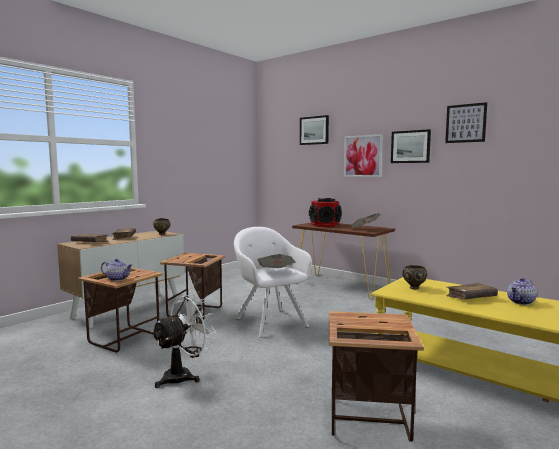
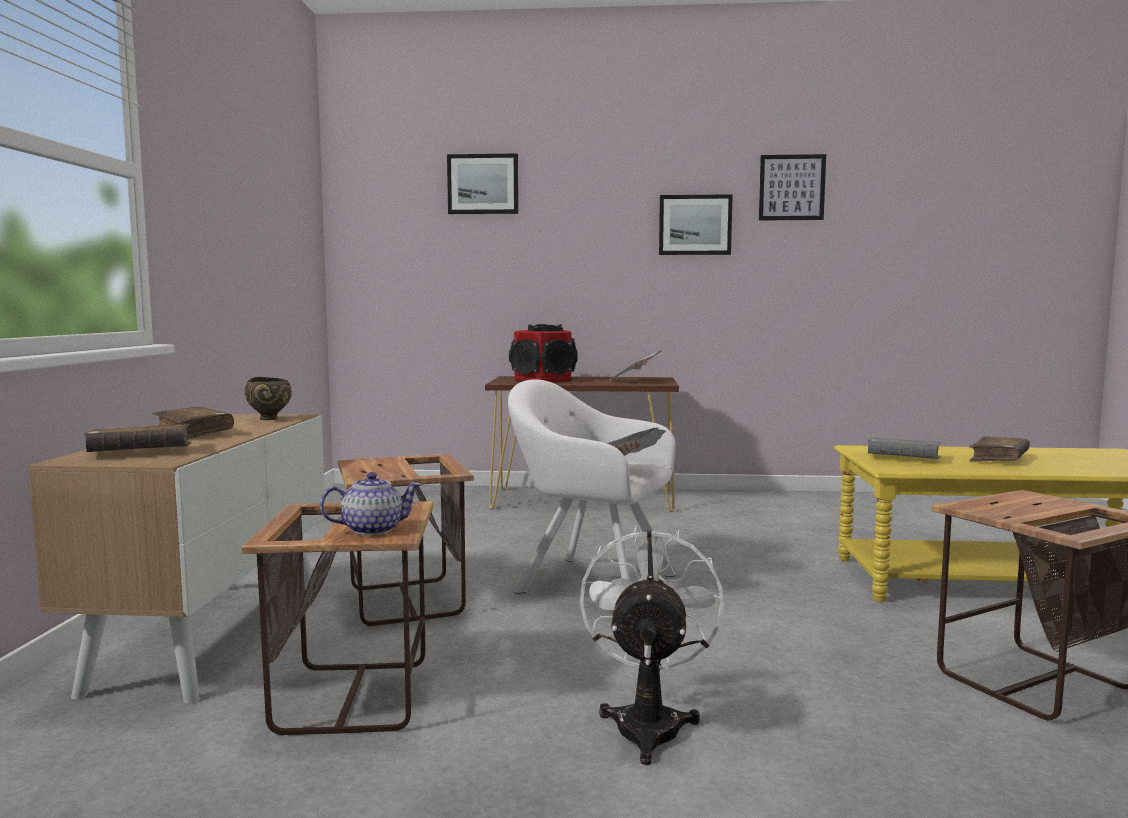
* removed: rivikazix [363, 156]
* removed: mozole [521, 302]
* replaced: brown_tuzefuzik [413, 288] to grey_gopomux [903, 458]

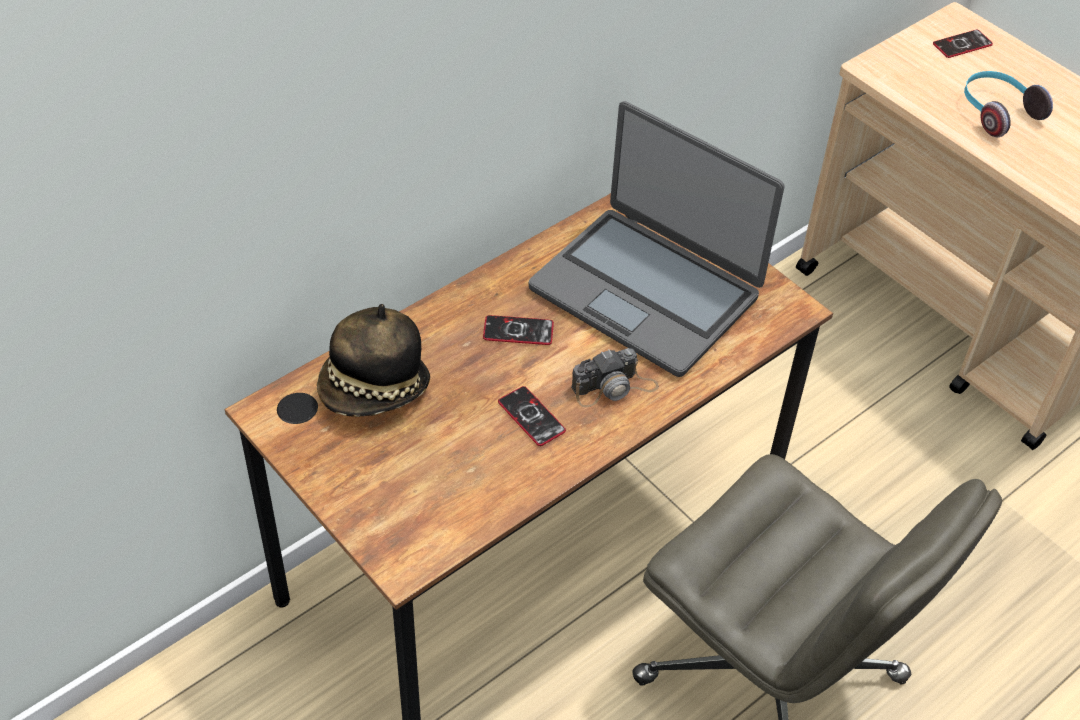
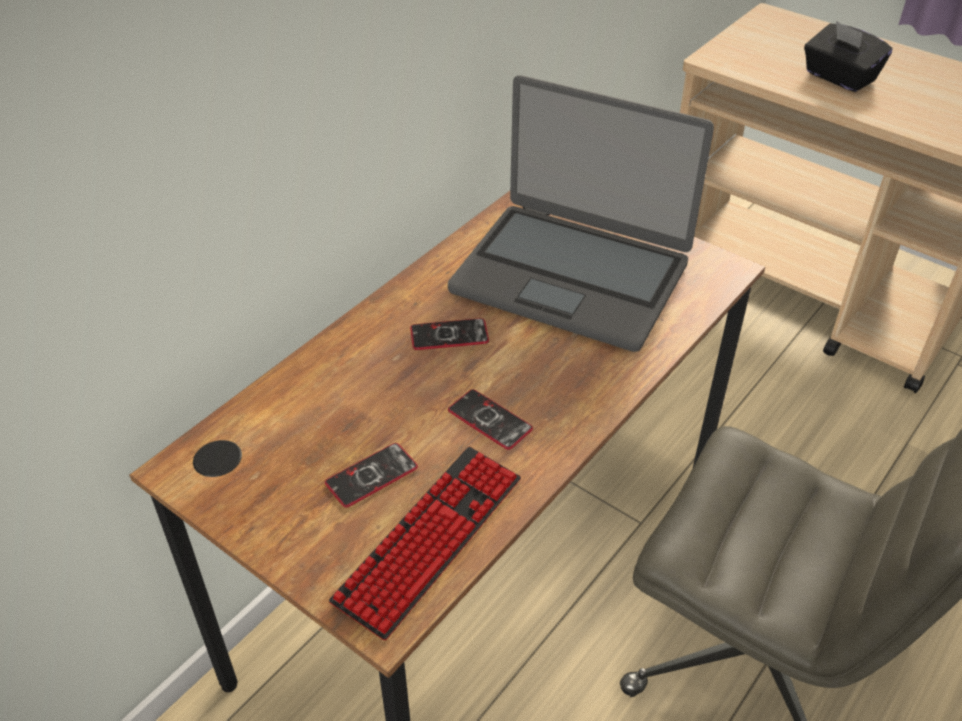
* removed: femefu [374, 389]
* removed: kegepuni [614, 387]
* added: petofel [430, 539]
* moved: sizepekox [962, 45] to [371, 476]
* replaced: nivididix [996, 112] to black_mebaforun [839, 77]

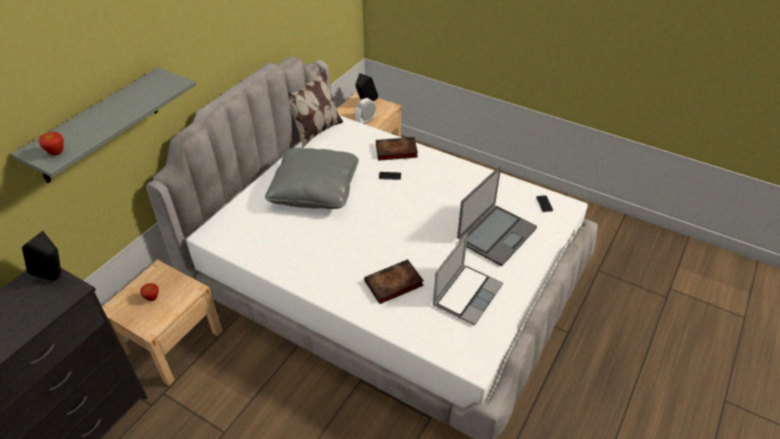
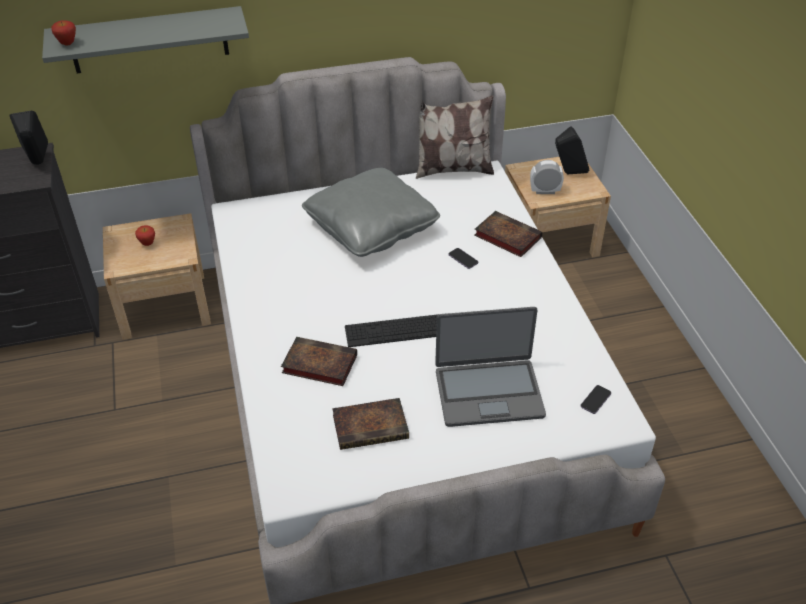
* added: petofel [397, 330]
* replaced: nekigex [467, 294] to gopomux [372, 426]

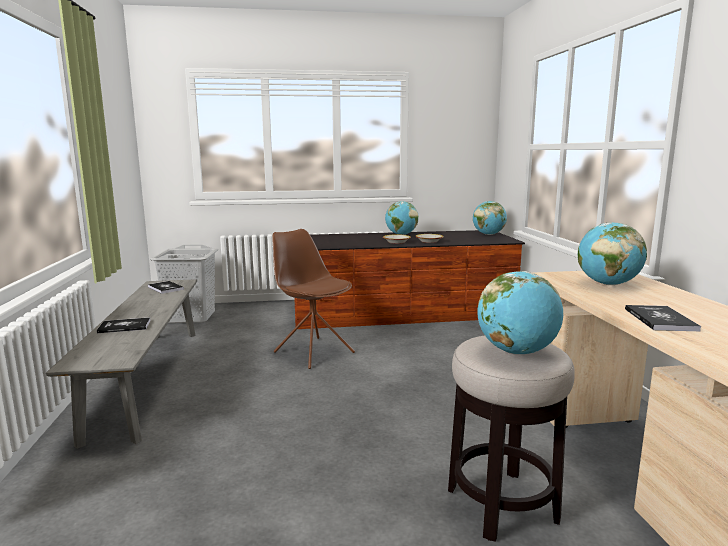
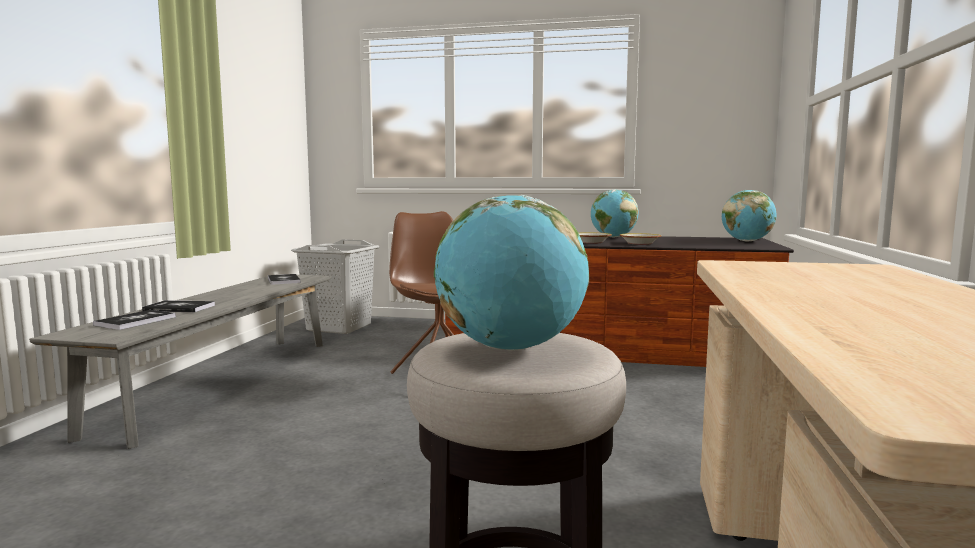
* removed: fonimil [607, 284]
* moved: gopomux [660, 319] to [135, 321]

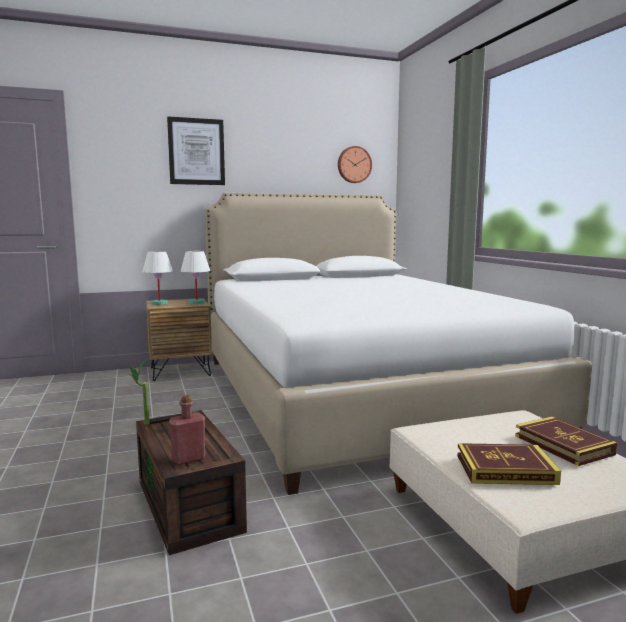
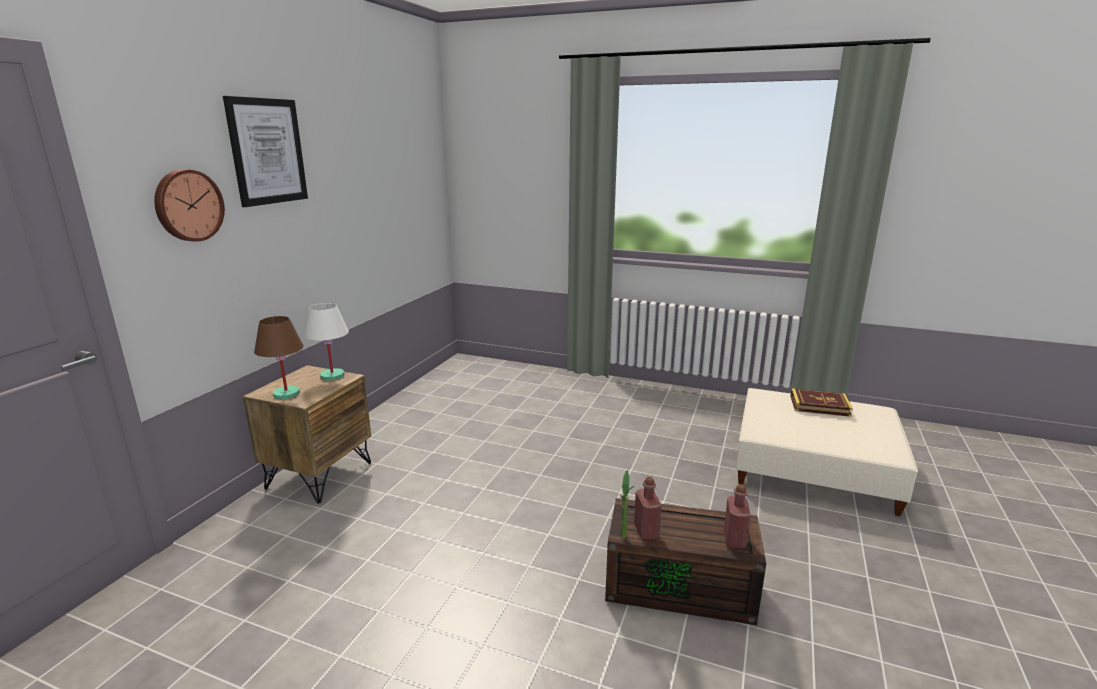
* removed: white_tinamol [354, 395]
* removed: gopomux [505, 469]
* added: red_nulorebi [646, 531]
* moved: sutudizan [354, 164] to [188, 205]
* recoloured: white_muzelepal [159, 303] to brown_muzelepal [287, 394]

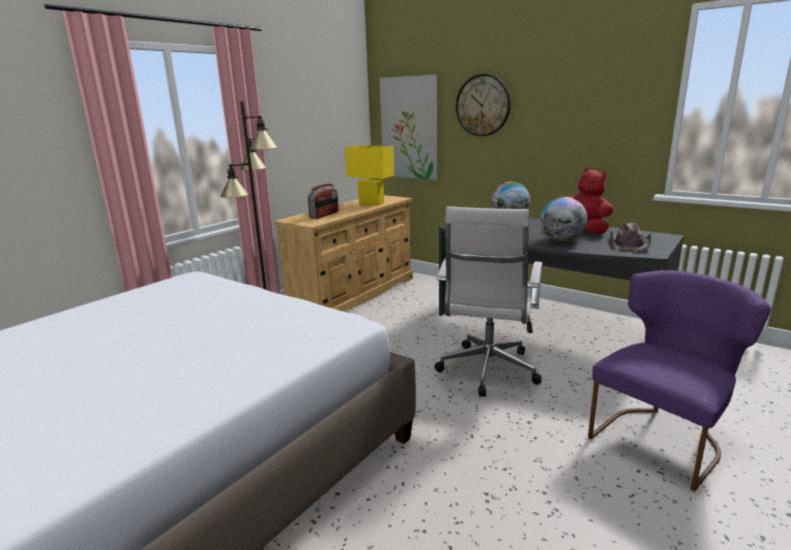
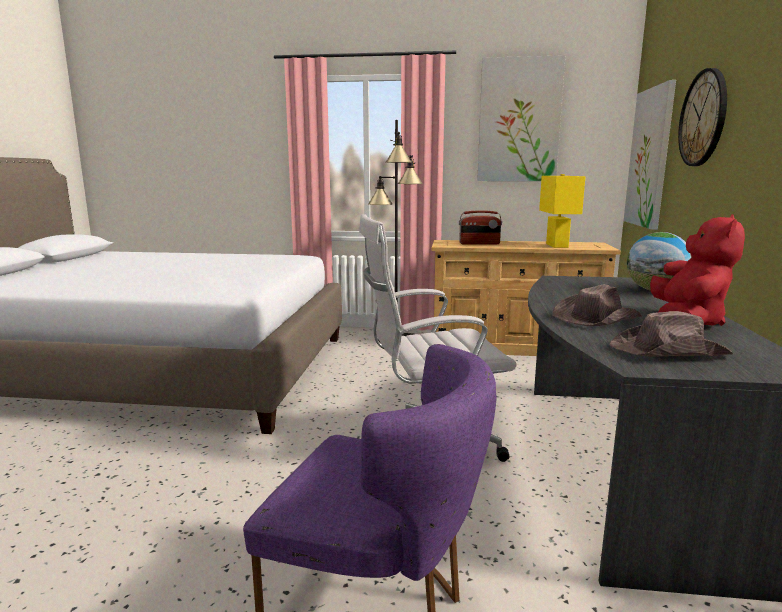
* added: rivikazix [519, 120]
* replaced: fonimil [561, 240] to brown_femefu [595, 318]

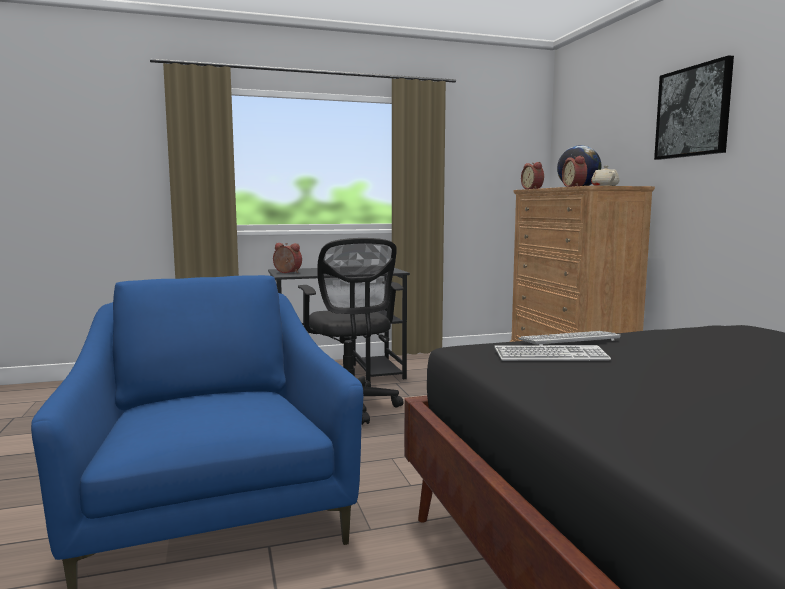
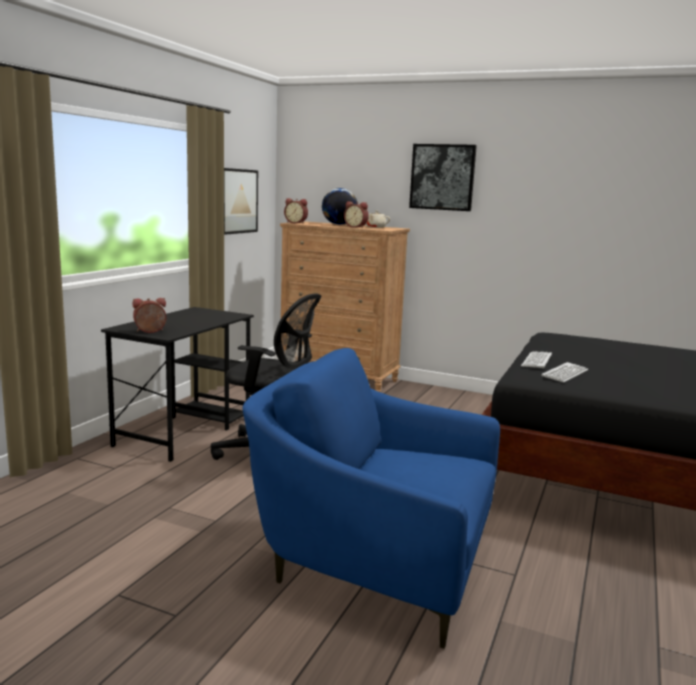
* added: rivikazix [238, 201]

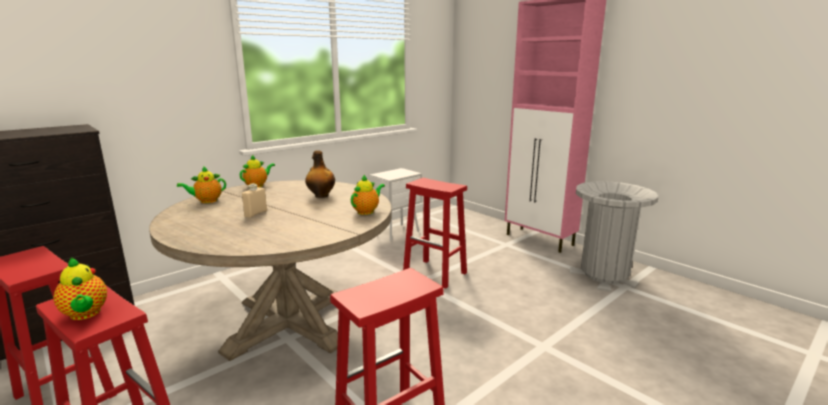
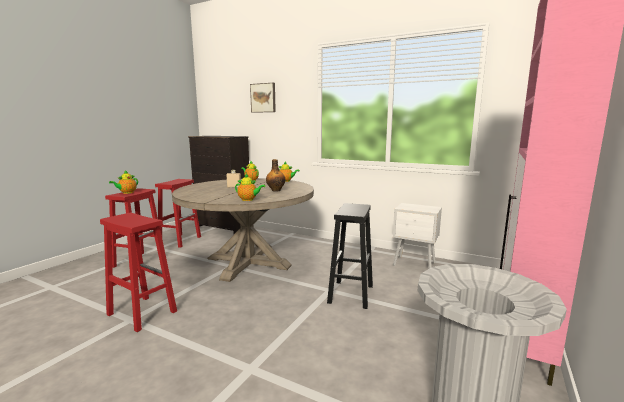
* added: rivikazix [263, 98]
* recoloured: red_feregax [436, 273] to black_feregax [351, 294]

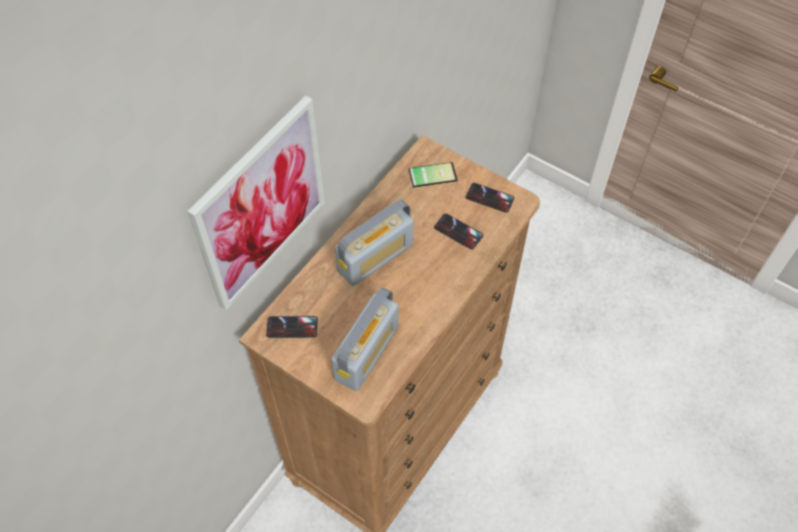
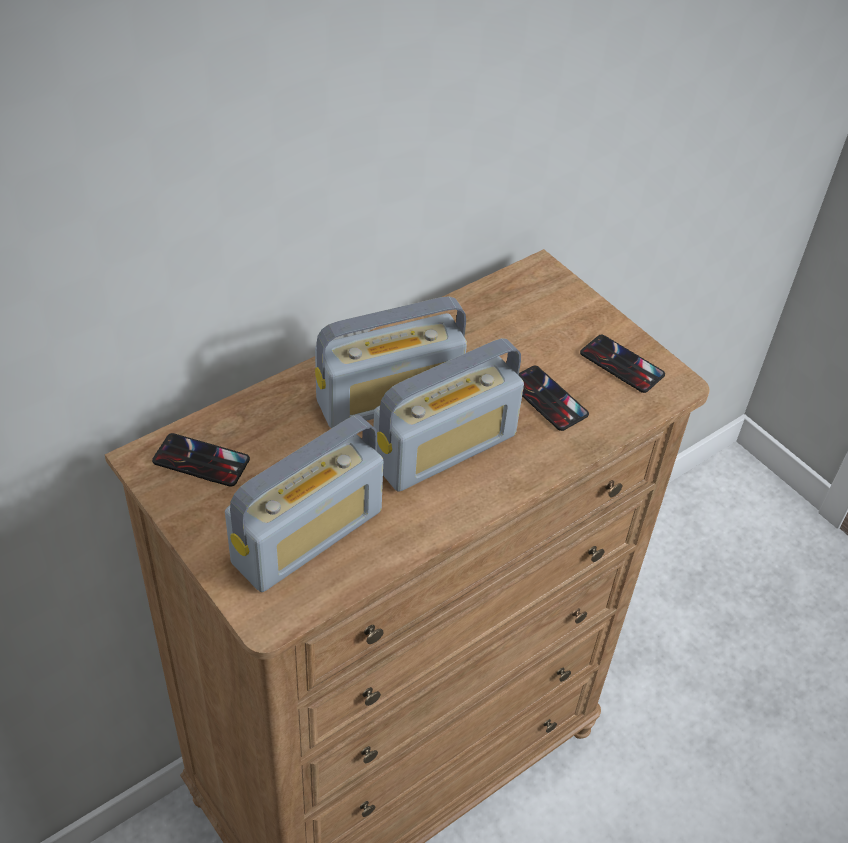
* removed: rivikazix [261, 204]
* removed: sizepekox [432, 173]
* added: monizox [445, 449]

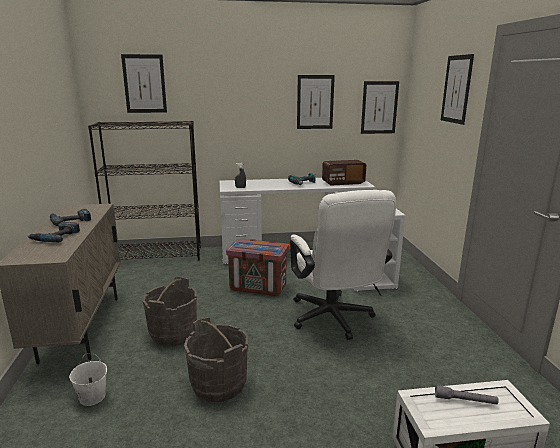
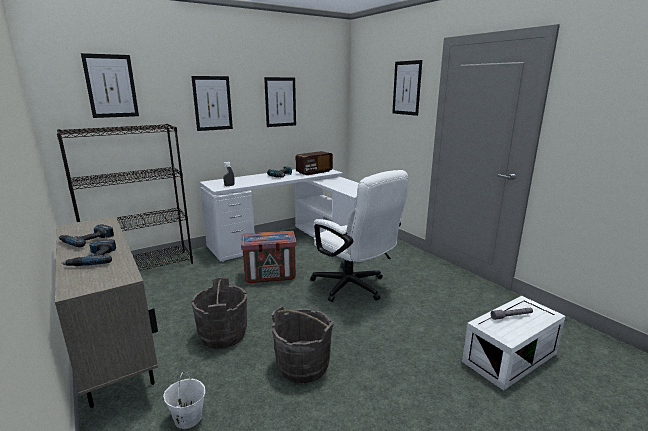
* moved: rivikazix [379, 107] to [212, 103]

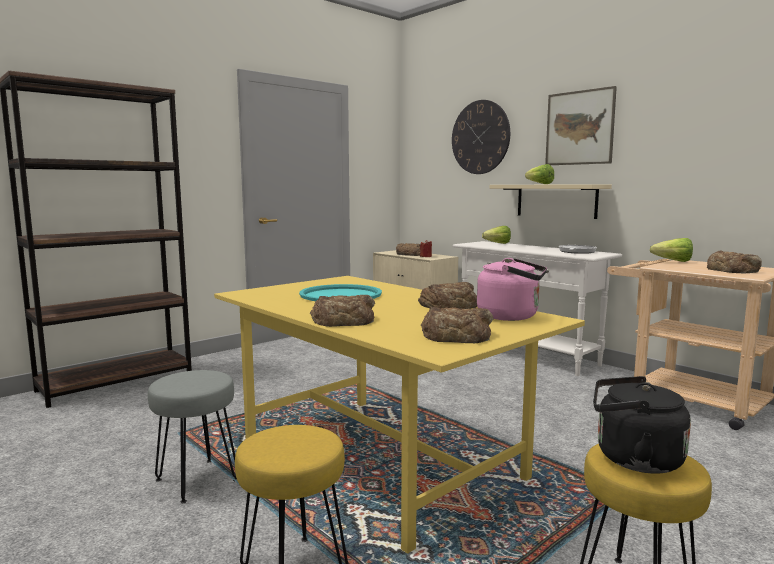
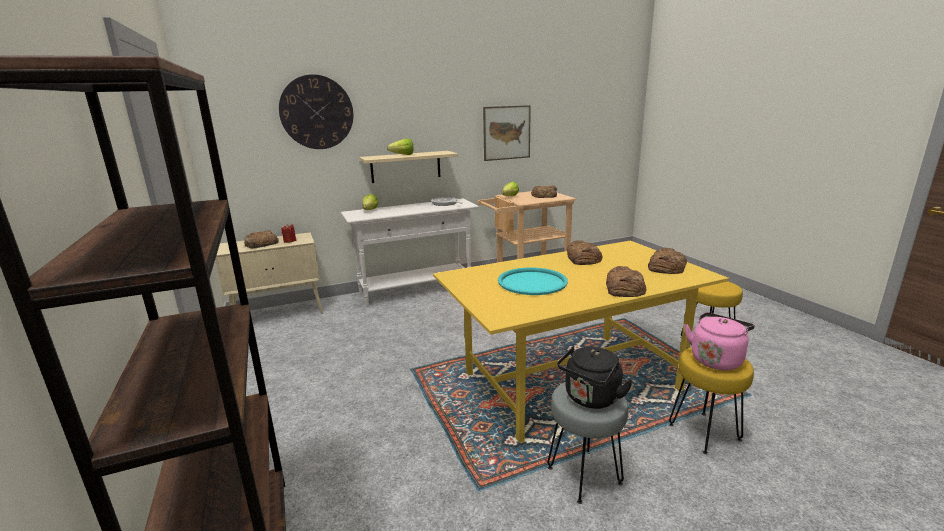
* moved: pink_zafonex [511, 316] to [716, 359]
* moved: rivikazix [579, 128] to [507, 133]
* moved: black_zafonex [632, 459] to [590, 399]

